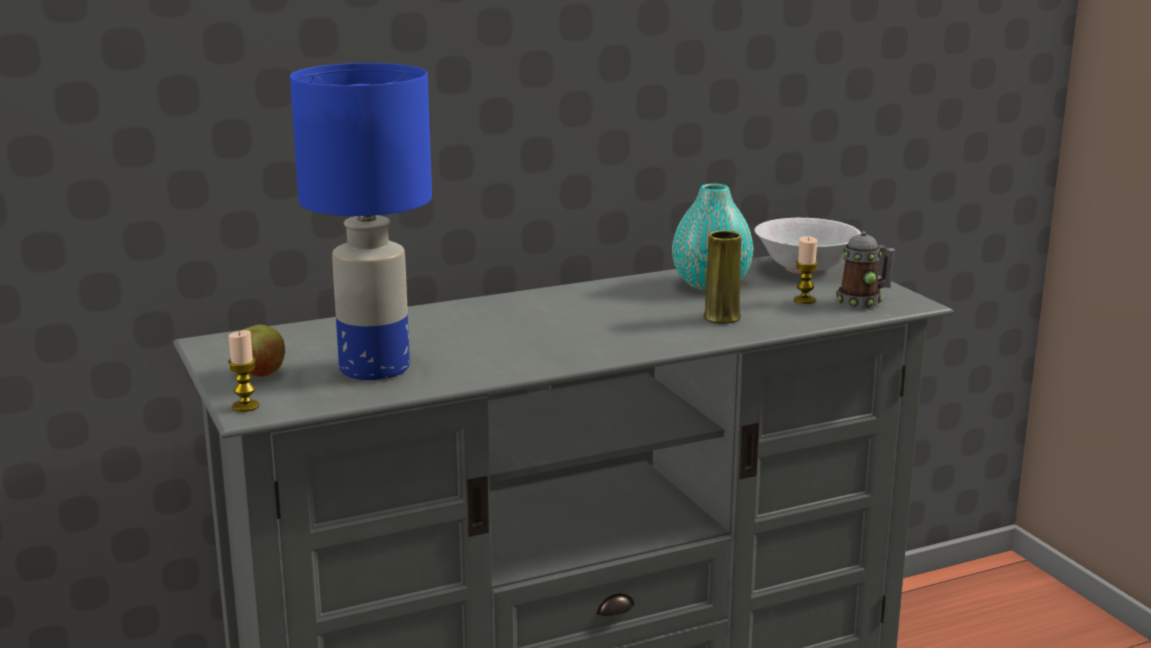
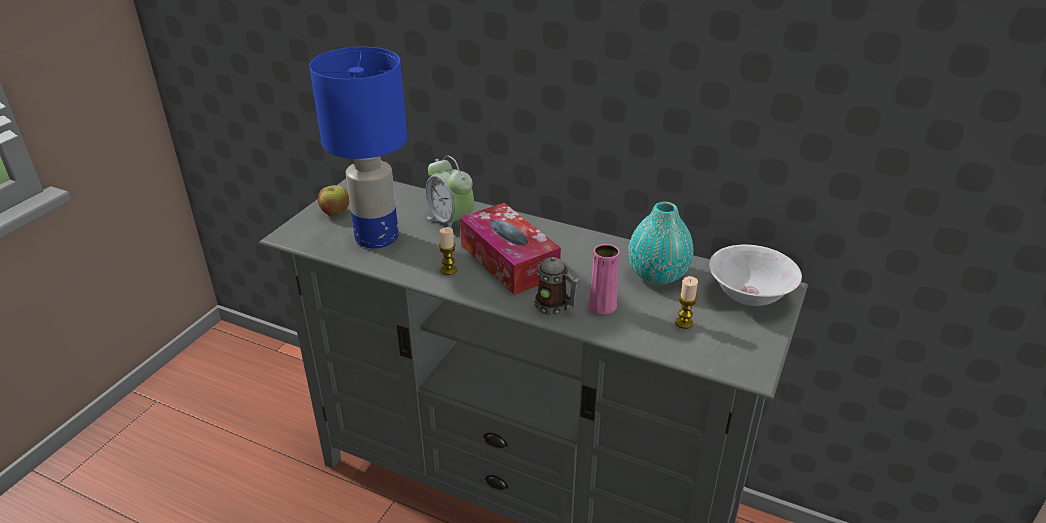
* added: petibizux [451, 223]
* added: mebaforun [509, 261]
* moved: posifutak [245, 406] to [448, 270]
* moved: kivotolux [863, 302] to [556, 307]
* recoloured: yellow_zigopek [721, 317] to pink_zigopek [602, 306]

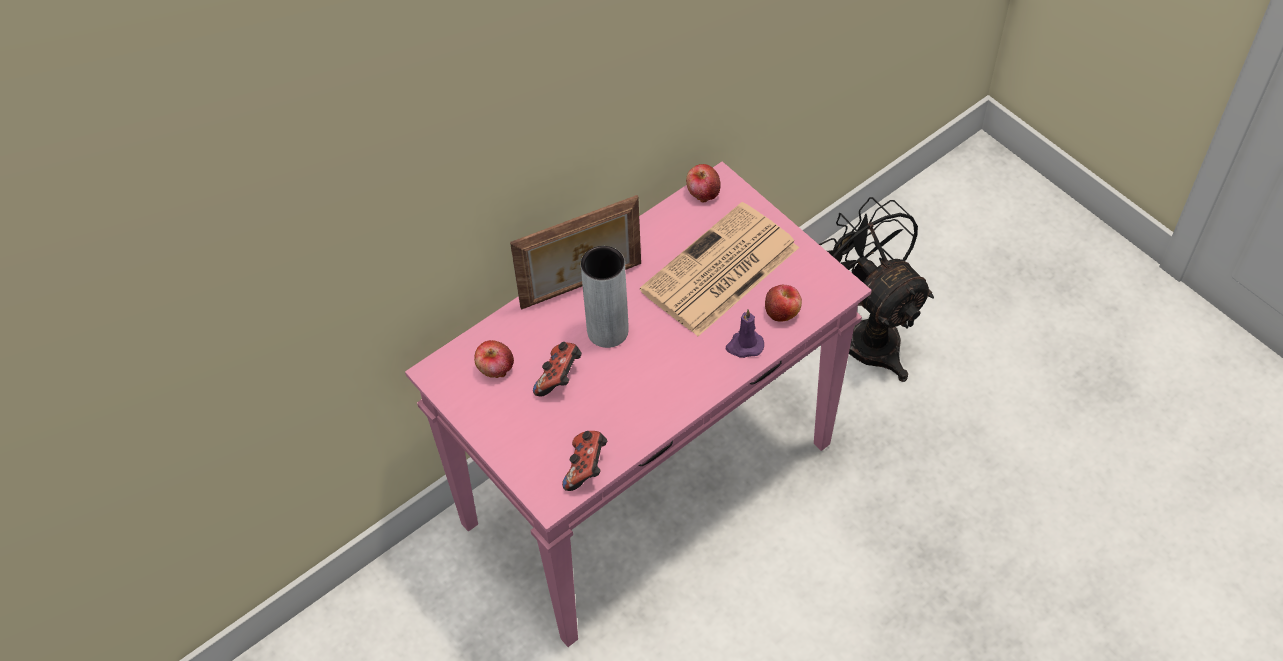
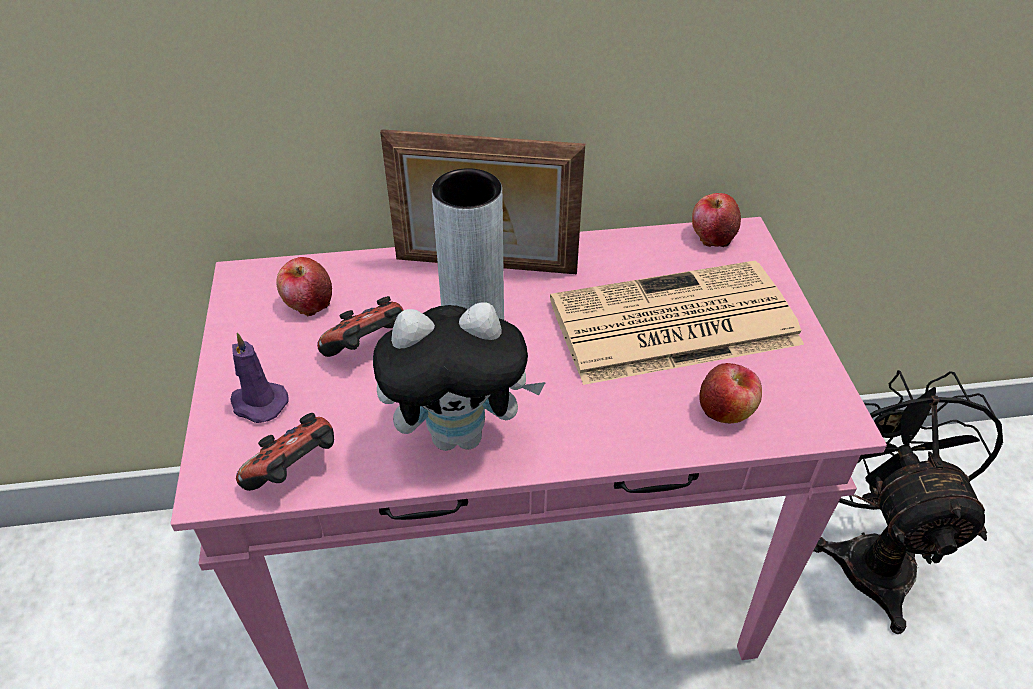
* added: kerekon [460, 433]
* moved: purple_posifutak [744, 346] to [258, 403]

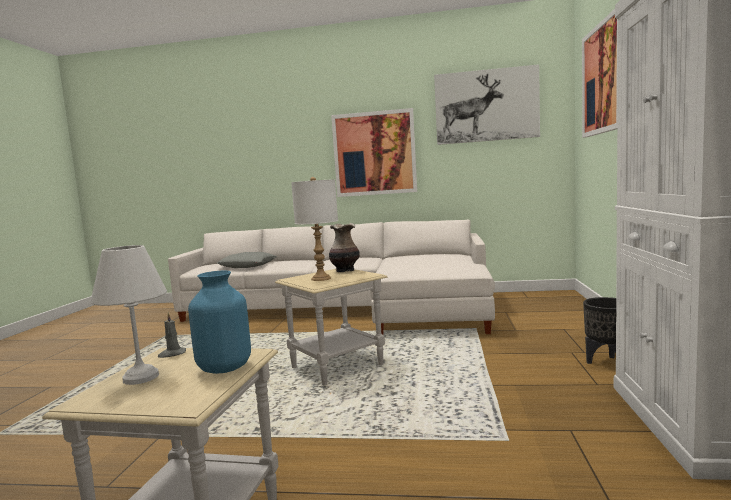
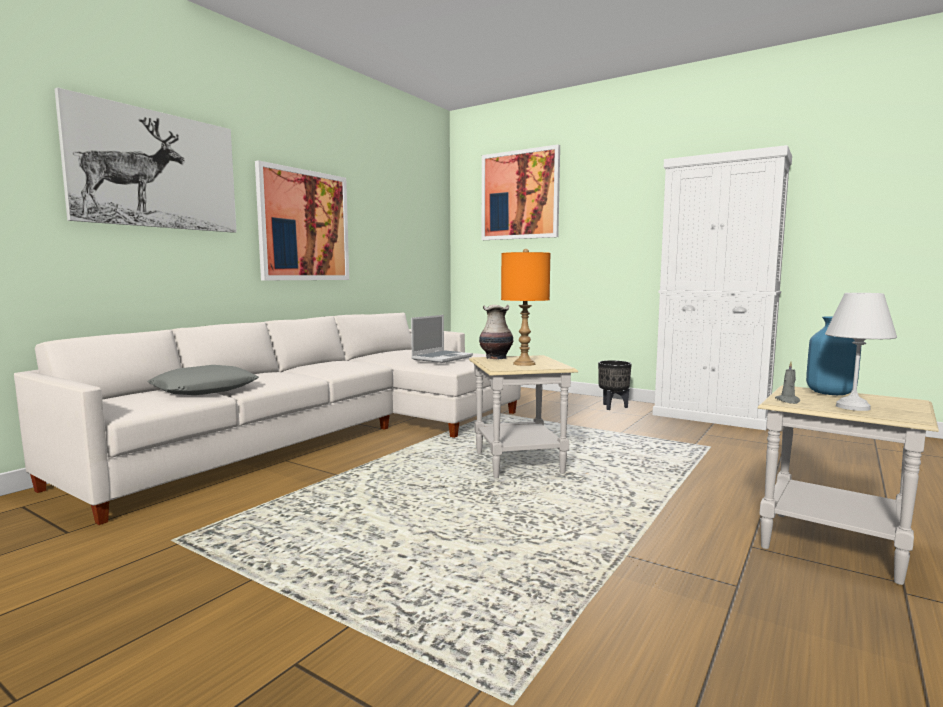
* added: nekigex [442, 358]
* moved: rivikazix [486, 106] to [156, 170]
* recoloured: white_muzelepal [320, 279] to orange_muzelepal [524, 364]

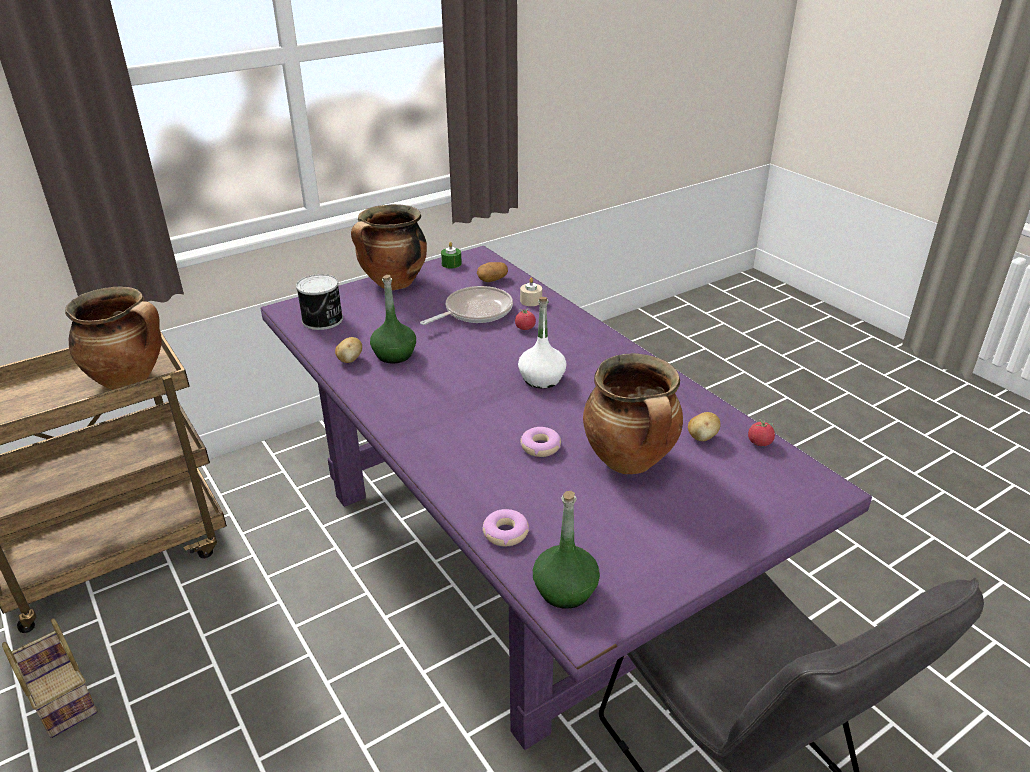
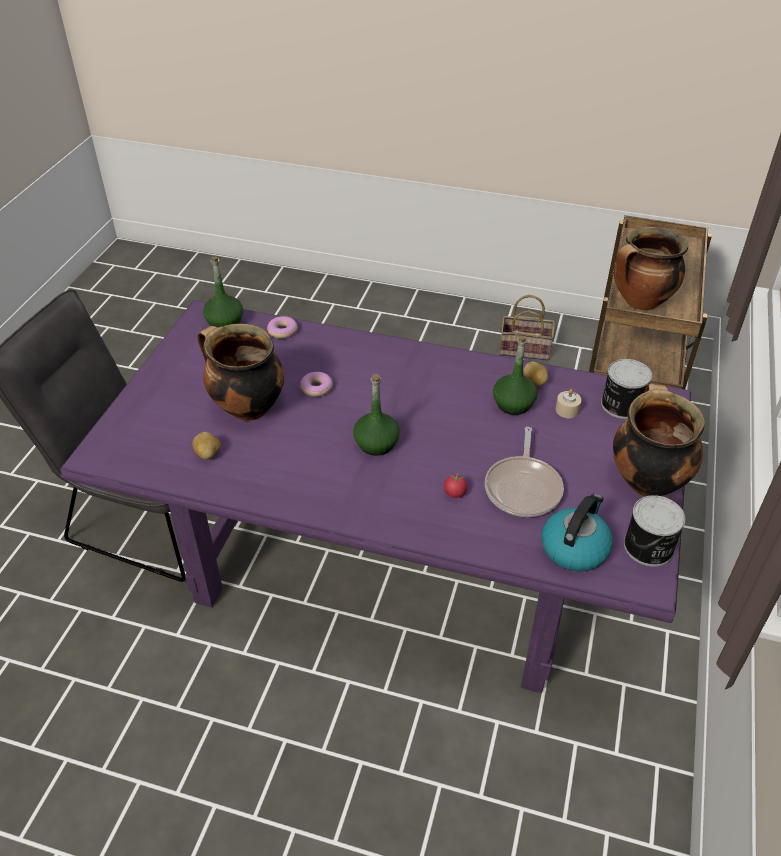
* removed: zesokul [759, 442]
* moved: beige_posifutak [531, 301] to [567, 410]
* replaced: green_posifutak [451, 264] to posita [649, 548]
* replaced: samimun [492, 279] to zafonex [574, 548]
* recoloured: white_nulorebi [541, 379] to green_nulorebi [376, 443]

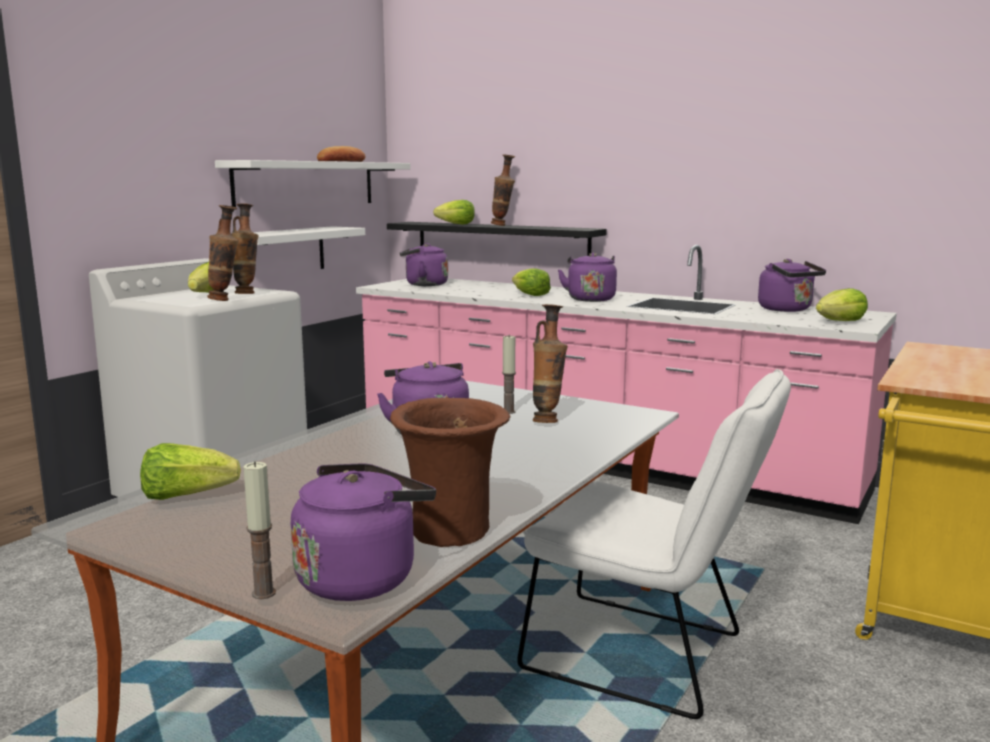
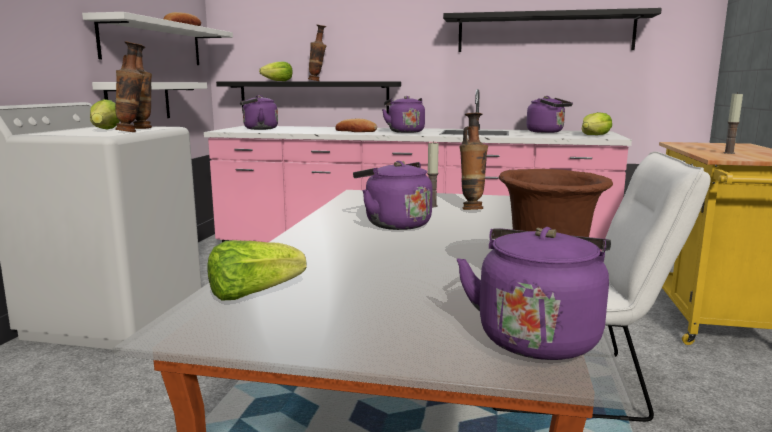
* added: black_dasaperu [544, 33]
* moved: posifutak [263, 593] to [729, 153]
* replaced: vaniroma [530, 295] to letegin [356, 131]

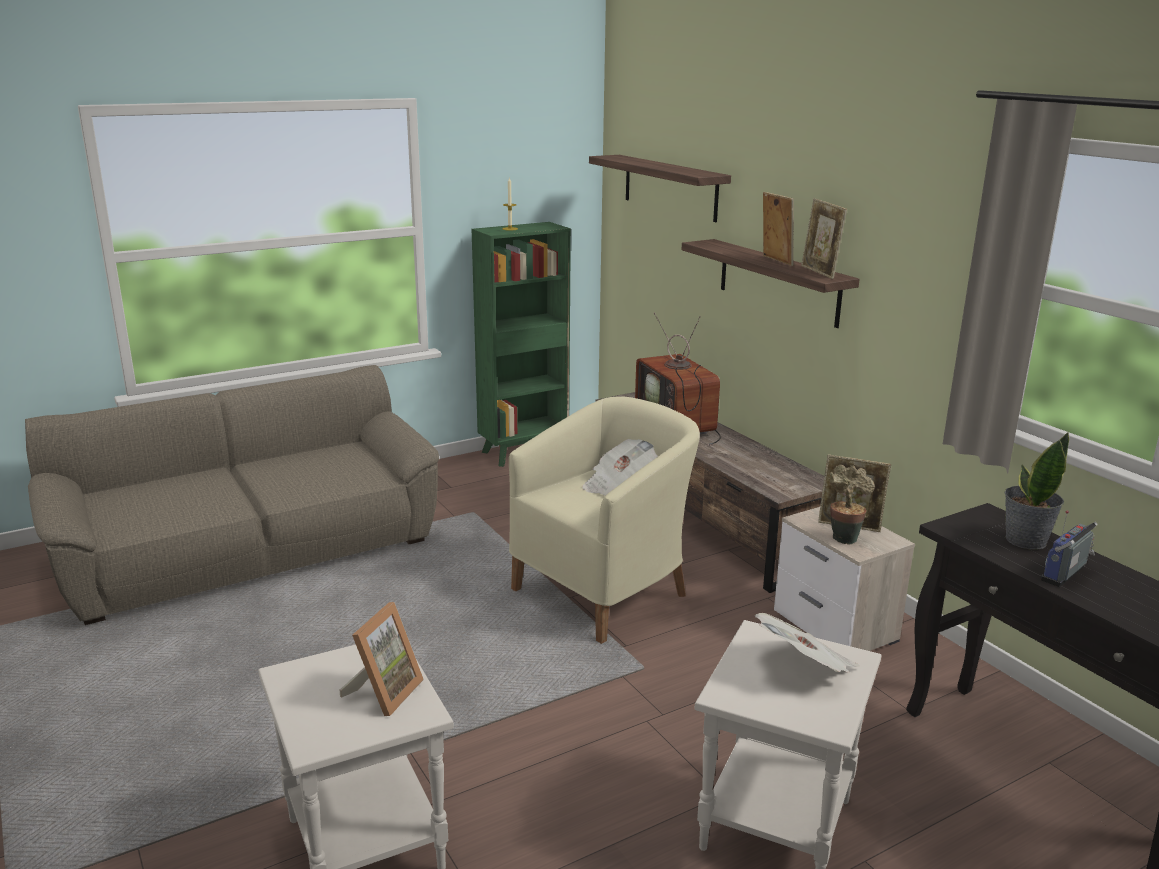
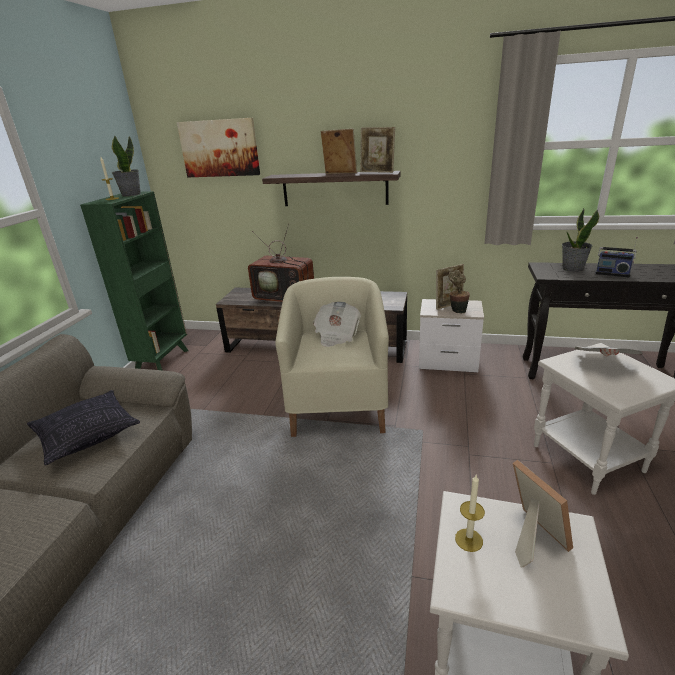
* added: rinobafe [88, 435]
* added: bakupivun [131, 194]
* added: posifutak [468, 540]
* replaced: dasaperu [670, 187] to rivikazix [220, 148]
* turned: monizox [1066, 574] = [612, 273] 60 degrees counterclockwise

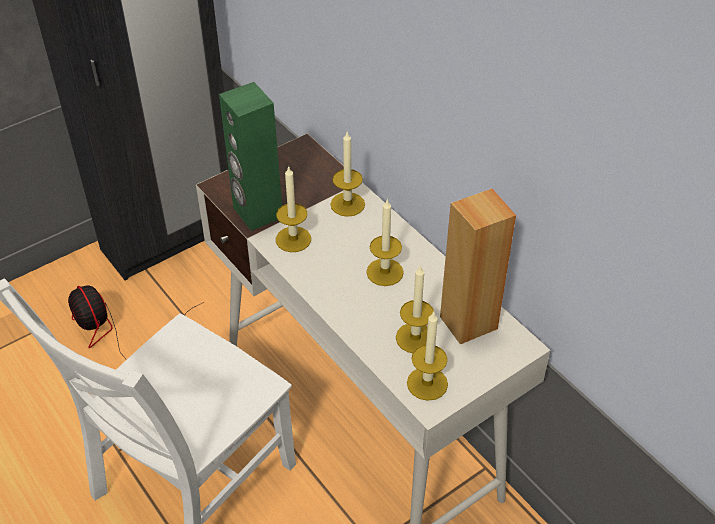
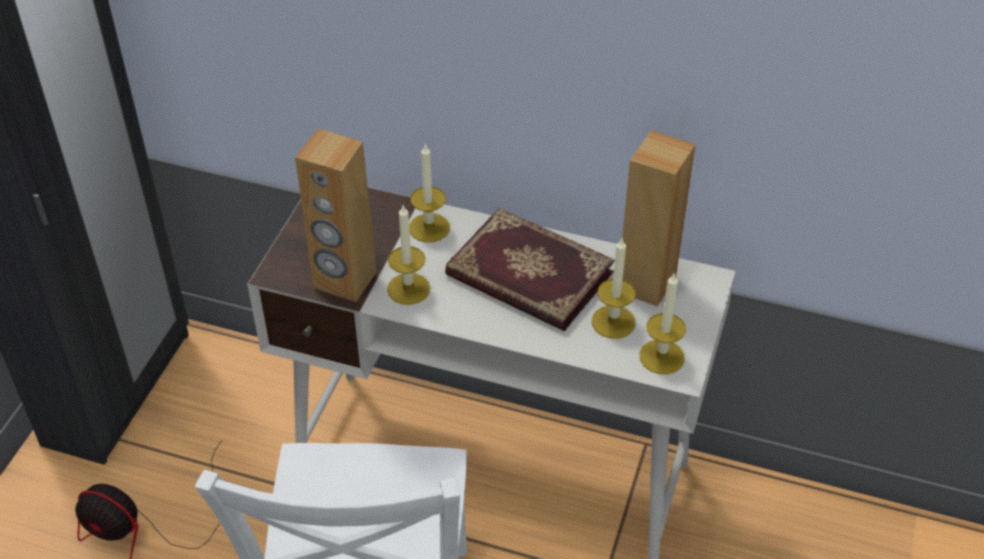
* replaced: posifutak [385, 272] to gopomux [528, 275]
* recoloured: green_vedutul [257, 213] to brown_vedutul [344, 281]

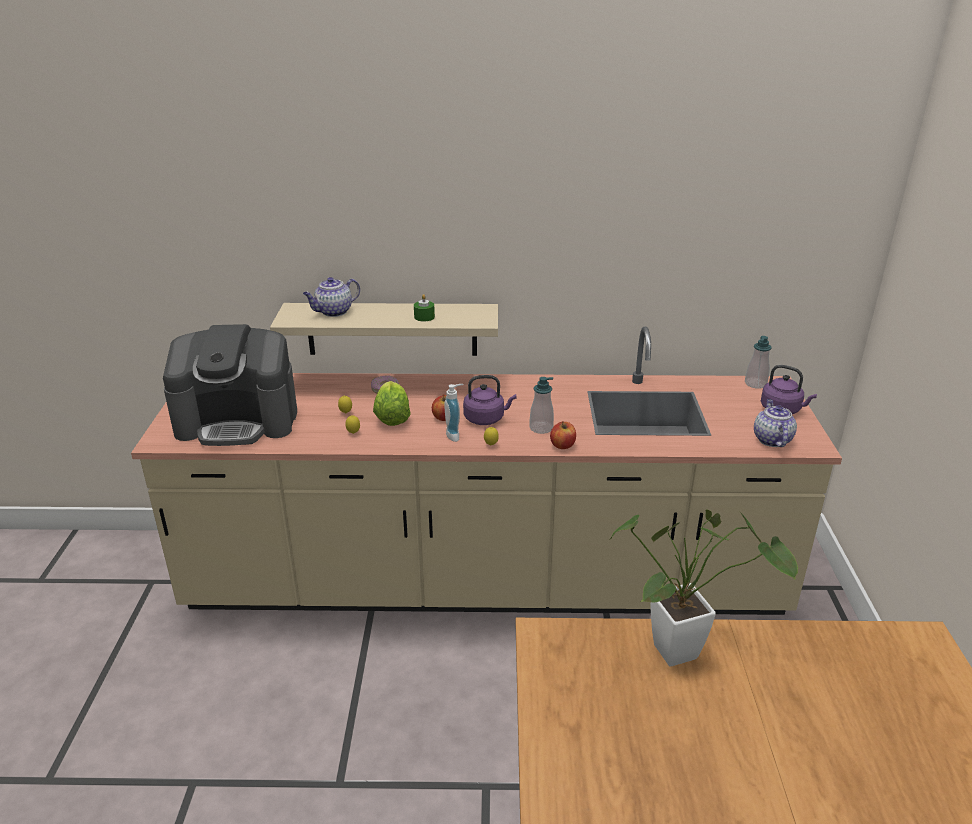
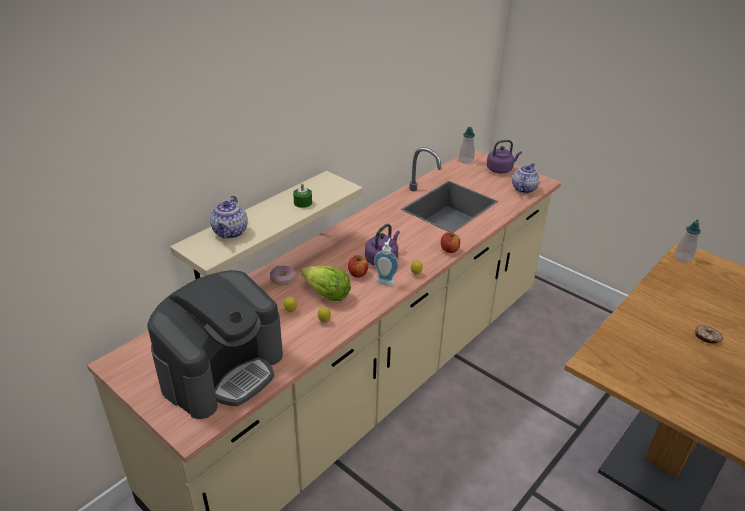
* removed: bakupivun [684, 650]
* added: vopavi [707, 337]
* moved: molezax [541, 428] to [683, 258]
* turned: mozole [771, 439] = [523, 188] 75 degrees clockwise

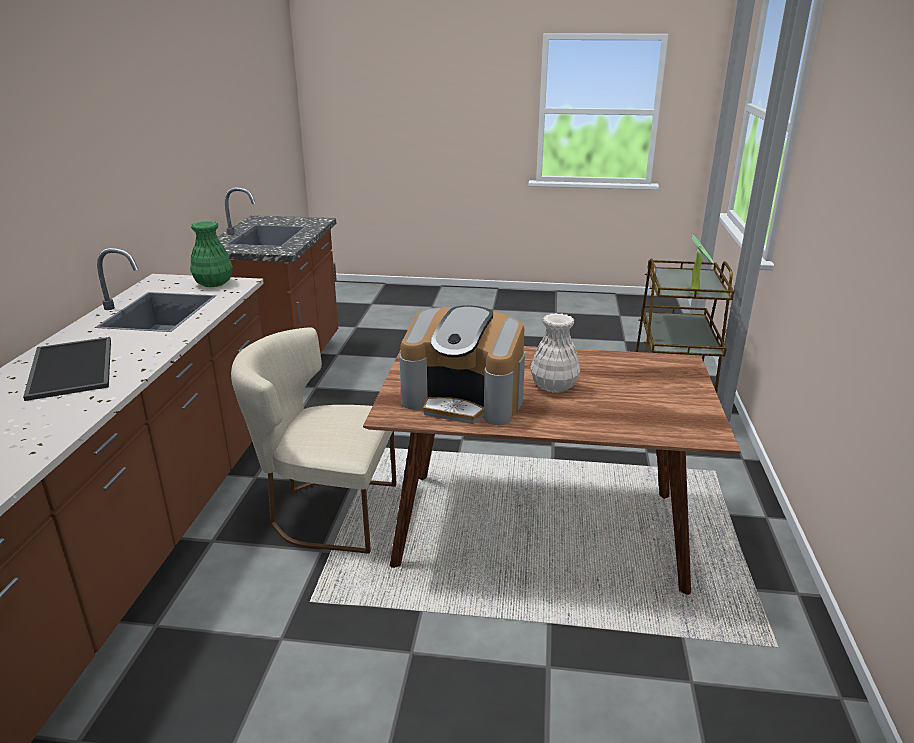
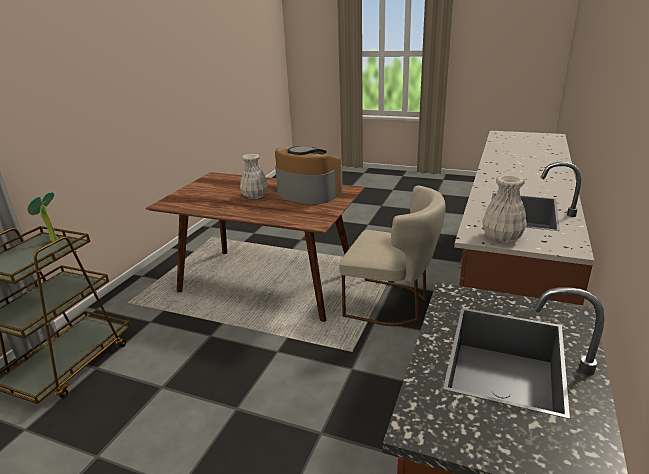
* removed: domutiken [69, 368]
* recoloured: green_zigopek [213, 283] to white_zigopek [502, 237]

